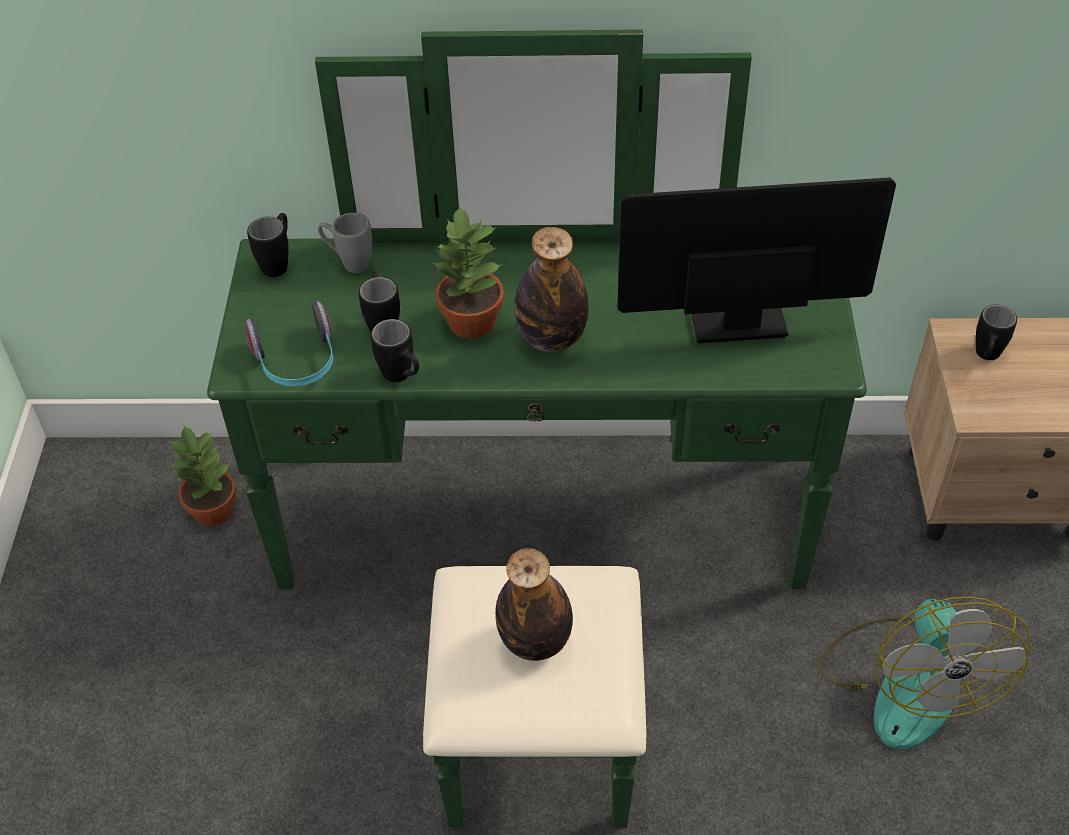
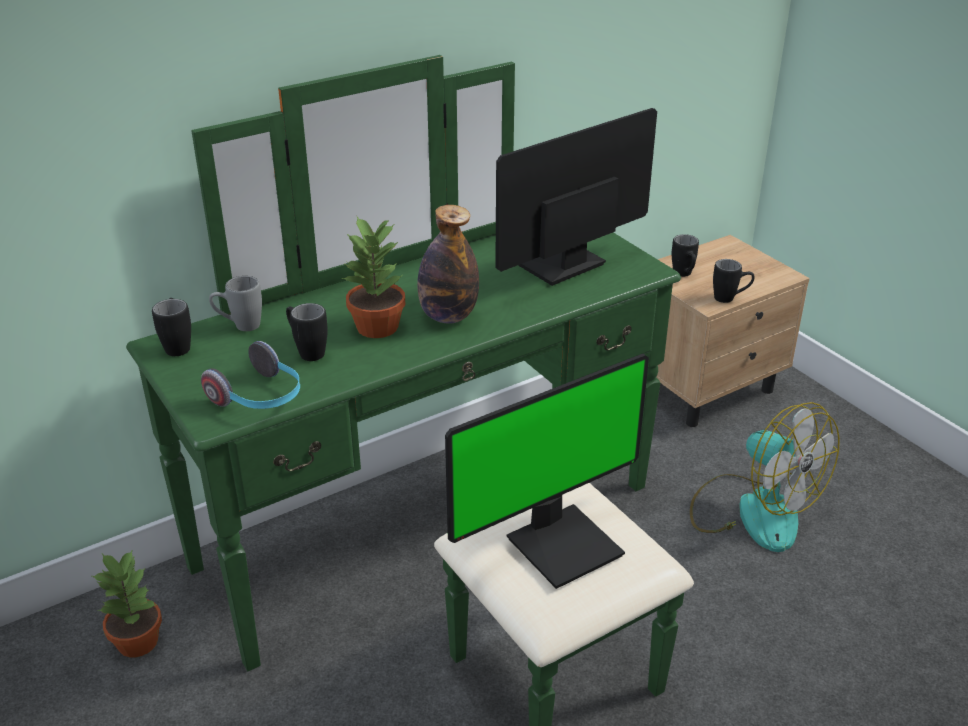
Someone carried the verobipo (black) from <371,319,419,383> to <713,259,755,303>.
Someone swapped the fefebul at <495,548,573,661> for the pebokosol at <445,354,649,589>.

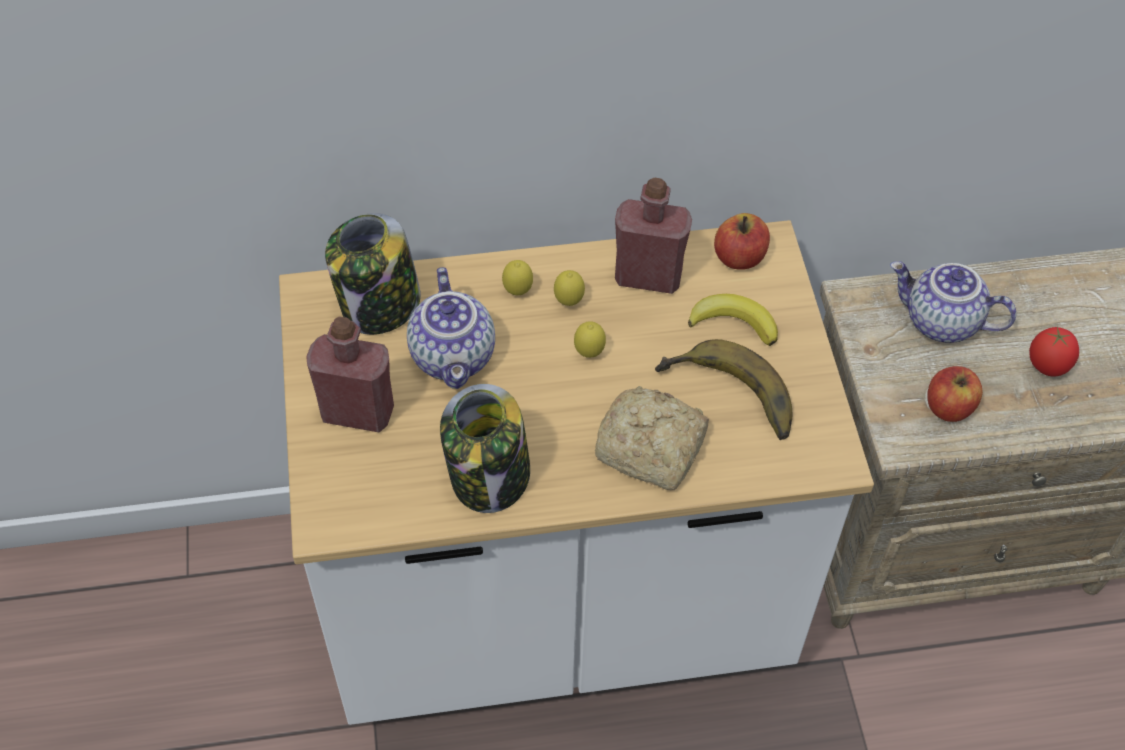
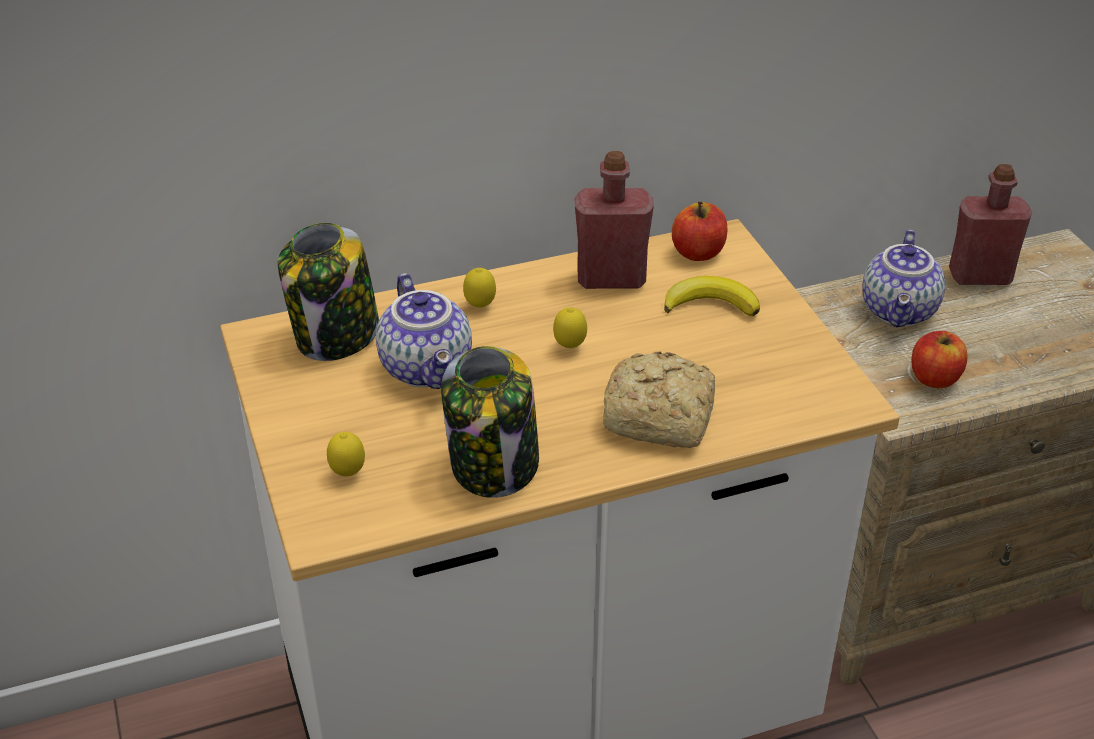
Someone rotated the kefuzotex at <890,261,1016,343> by 90 degrees counterclockwise.
Someone carried the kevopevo from <554,270,585,306> to <327,432,365,476>.
Someone carried the fefebul (red) from <306,316,394,432> to <949,164,1032,285>.
Someone took away the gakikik at <1029,327,1079,377>.
Someone took away the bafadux at <655,339,792,440>.

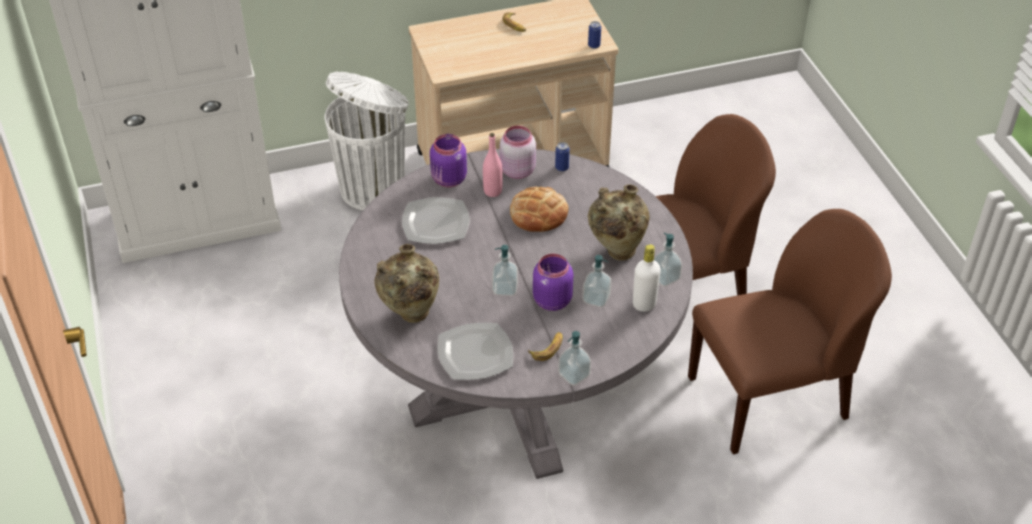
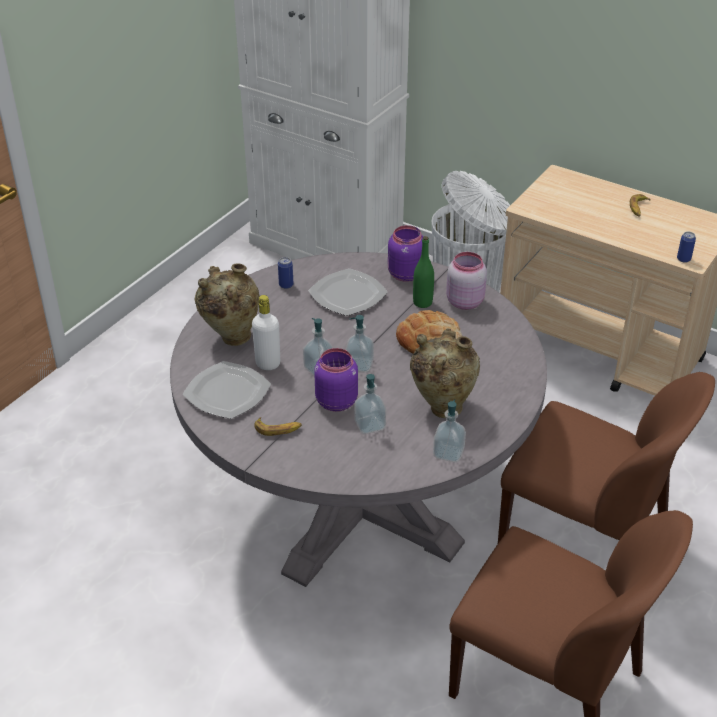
Someone repainted the fefebul (pink) at <483,133,502,197>, which became the fefebul (green) at <413,236,434,308>.
Someone carried the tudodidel from <555,142,570,172> to <278,257,293,289>.
Someone carried the fefebul (white) from <633,244,661,312> to <252,295,280,370>.
Someone carried the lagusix from <558,331,591,386> to <346,315,374,372>.

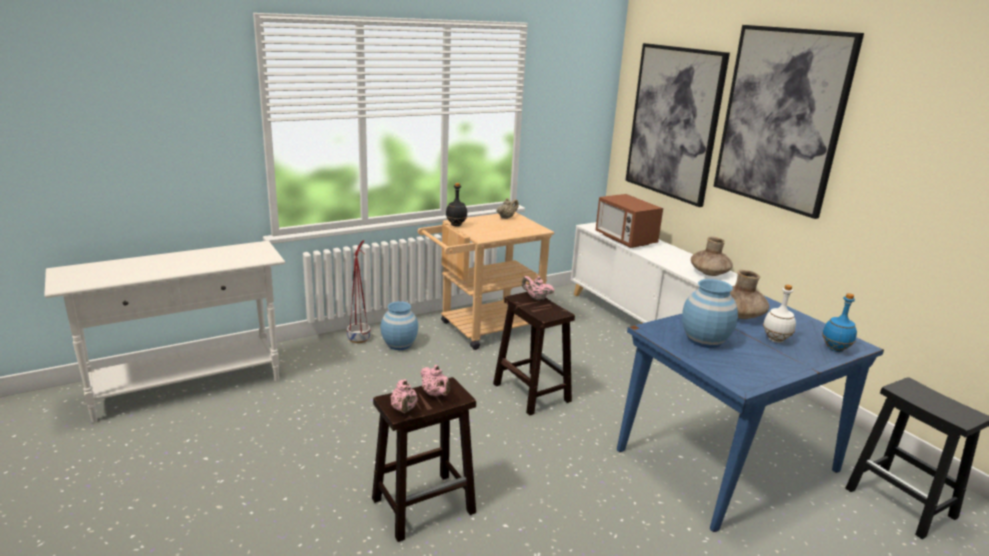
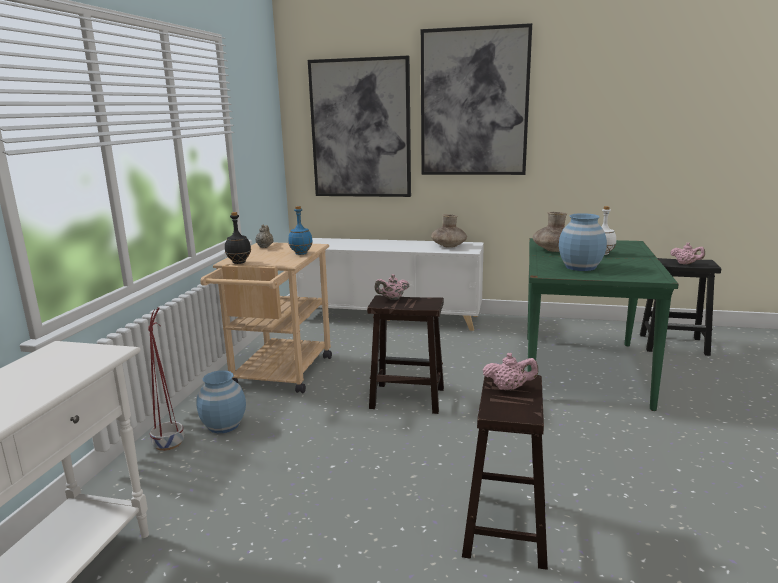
Someone took away the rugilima at <596,194,663,248>.
Someone carried the fefebul (blue) from <822,293,857,352> to <288,206,313,255>.
Someone repainted the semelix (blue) at <617,295,884,532>, which became the semelix (green) at <527,238,679,411>.
Someone carried the kefuzotex (pink) from <391,379,418,413> to <670,243,705,264>.

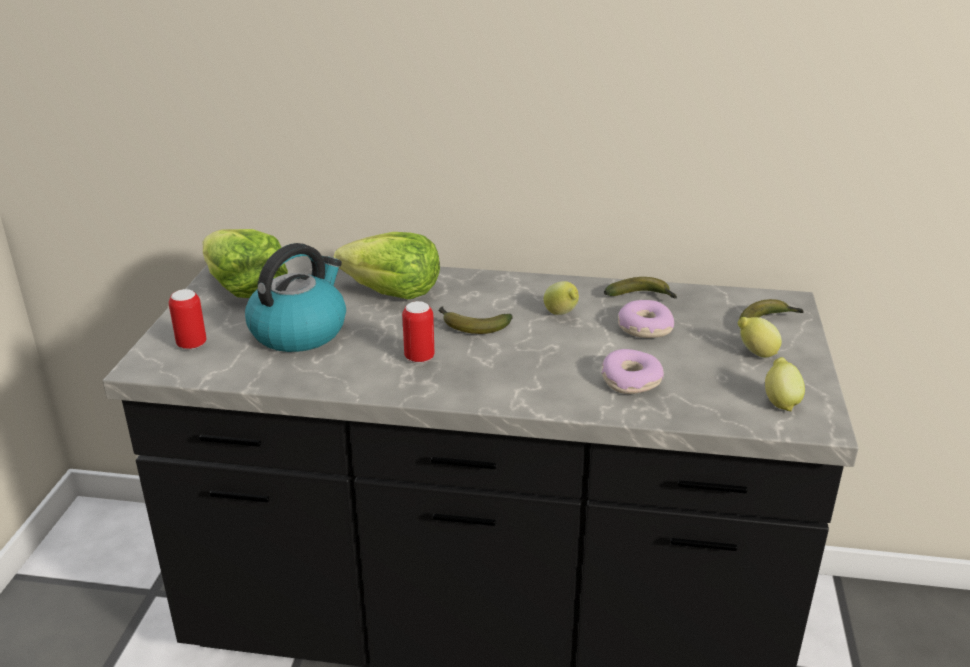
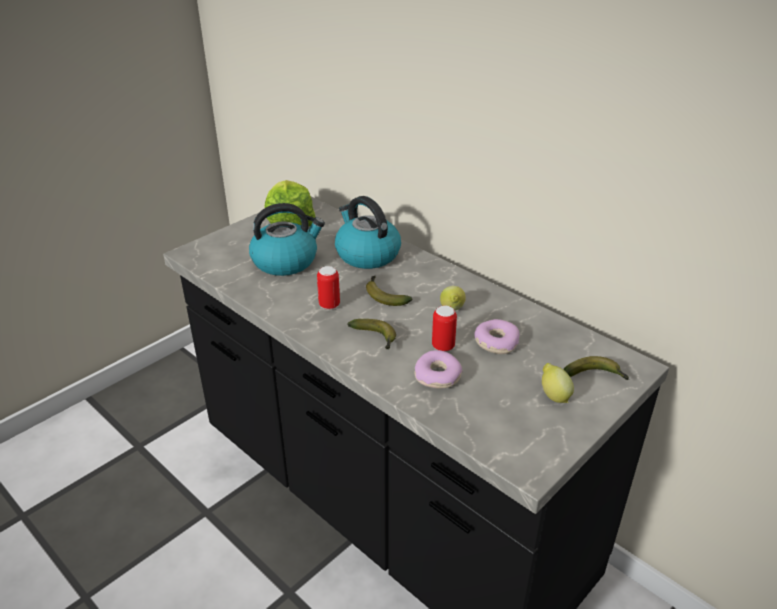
Someone swapped the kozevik at <333,232,440,299> for the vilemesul at <335,196,401,269>.
Someone carried the bafadux from <604,277,677,298> to <347,319,396,350>.
Someone carried the tudodidel from <169,289,206,350> to <432,306,457,352>.
Someone took away the kevopevo at <765,357,805,412>.

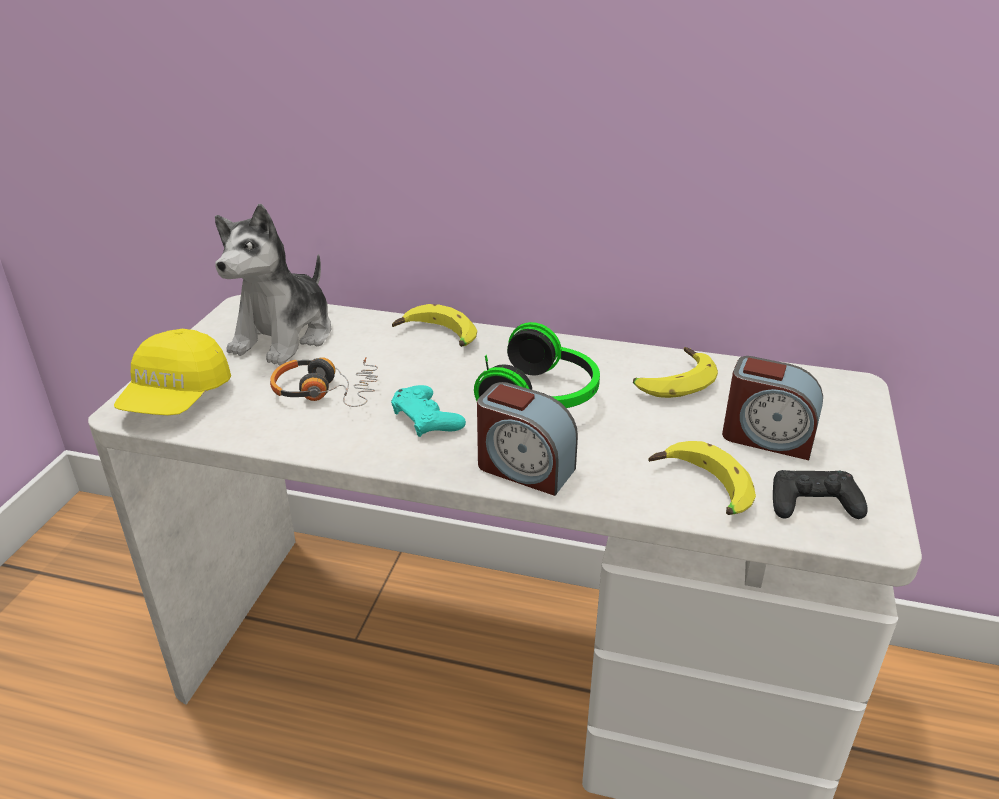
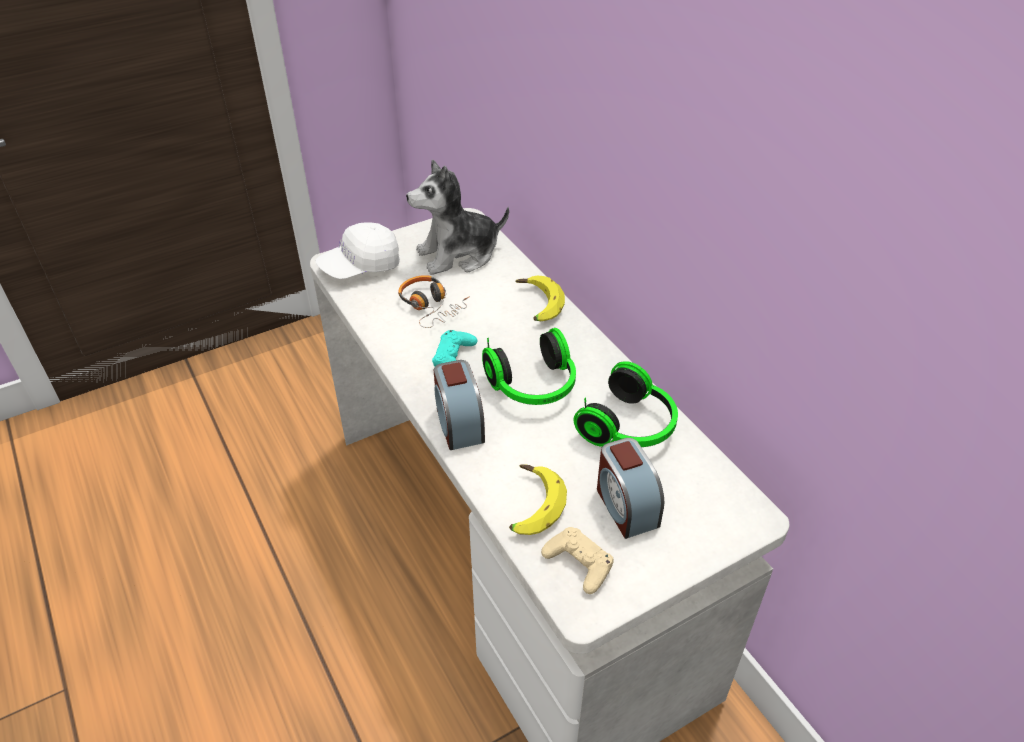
Someone repainted the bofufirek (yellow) at <114,329,231,415>, which became the bofufirek (white) at <316,222,400,279>.
Someone swapped the bafadux at <633,347,718,398> for the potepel at <574,361,678,447>.
Someone repainted the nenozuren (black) at <773,470,868,519>, which became the nenozuren (beige) at <541,527,614,594>.

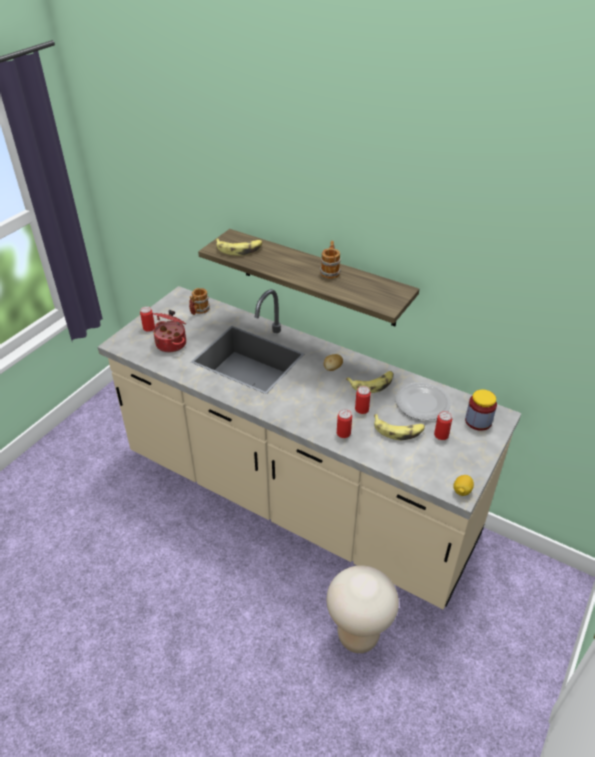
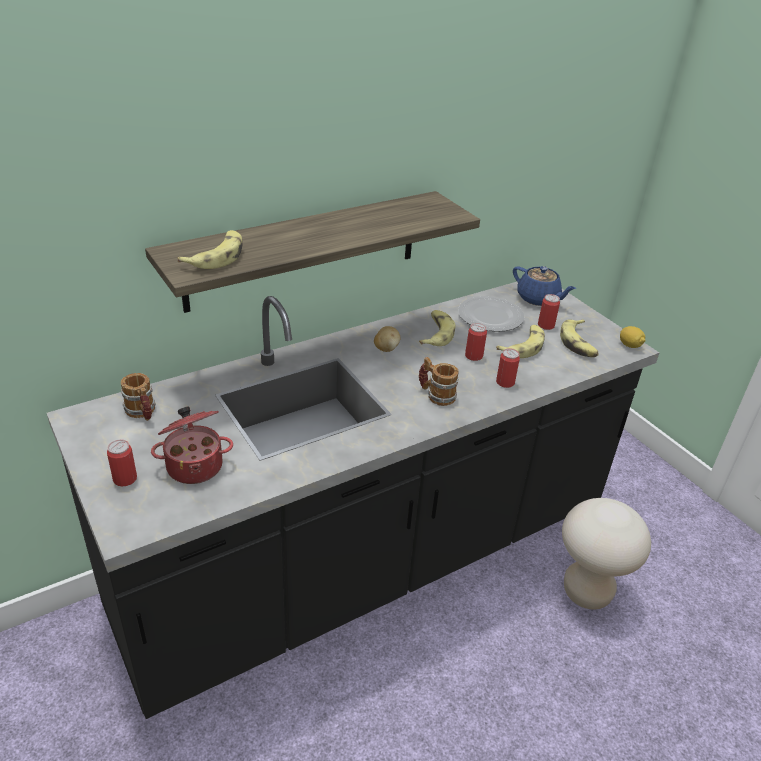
Someone carried the verobipo from <320,241,341,279> to <418,357,459,406>.
Someone repainted the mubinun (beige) at <98,286,521,609>, which became the mubinun (black) at <47,282,659,719>.
Someone swapped the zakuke at <465,390,497,431> for the kefuzotex (blue) at <513,266,576,306>.
Someone put down the bafadux at <560,319,599,357>.

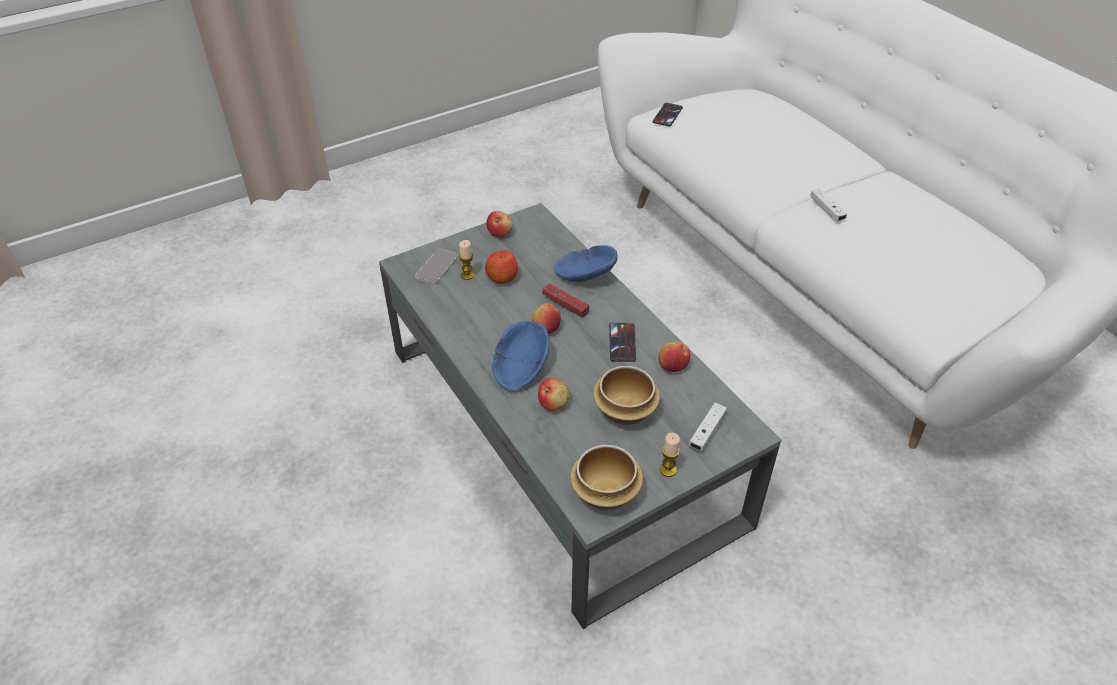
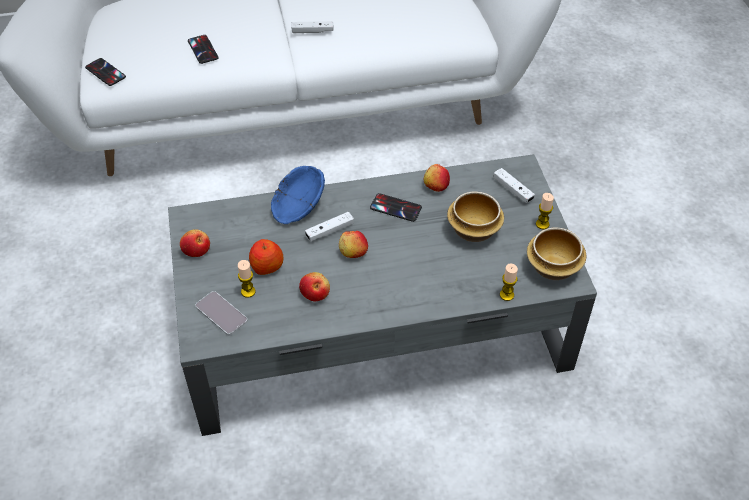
Someone repainted the nenozuren (red) at <542,284,589,317>, which became the nenozuren (white) at <305,212,354,241>.
Someone took away the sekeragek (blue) at <492,321,550,391>.
Someone carried the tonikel from <538,378,570,411> to <299,272,330,301>.
Someone put down the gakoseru at <188,35,219,64>.
Someone put down the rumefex at <500,263,518,301>.

